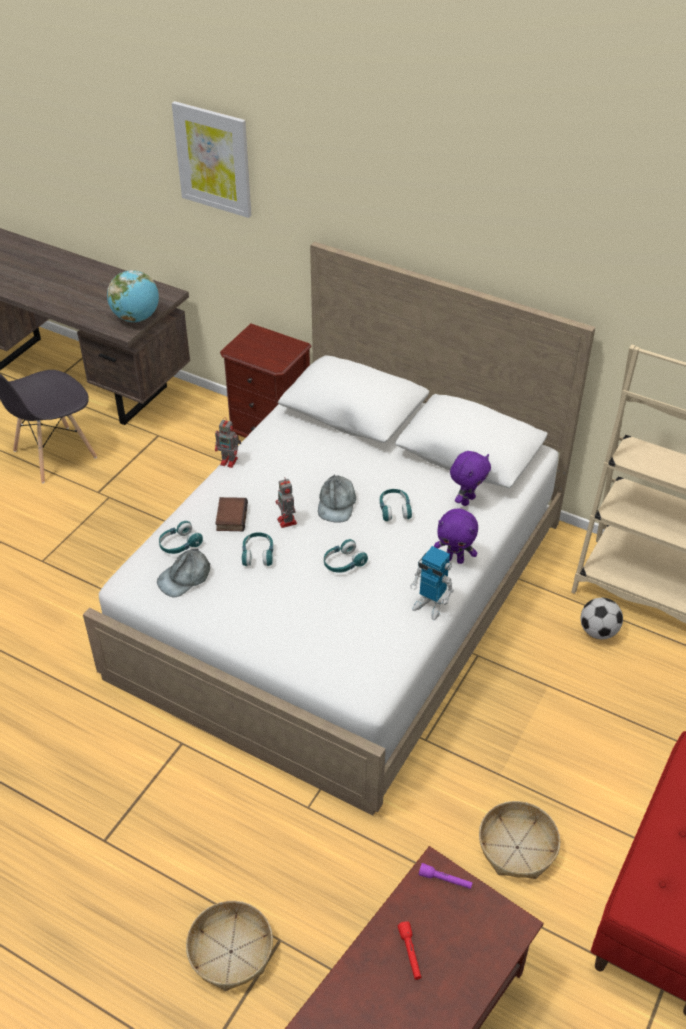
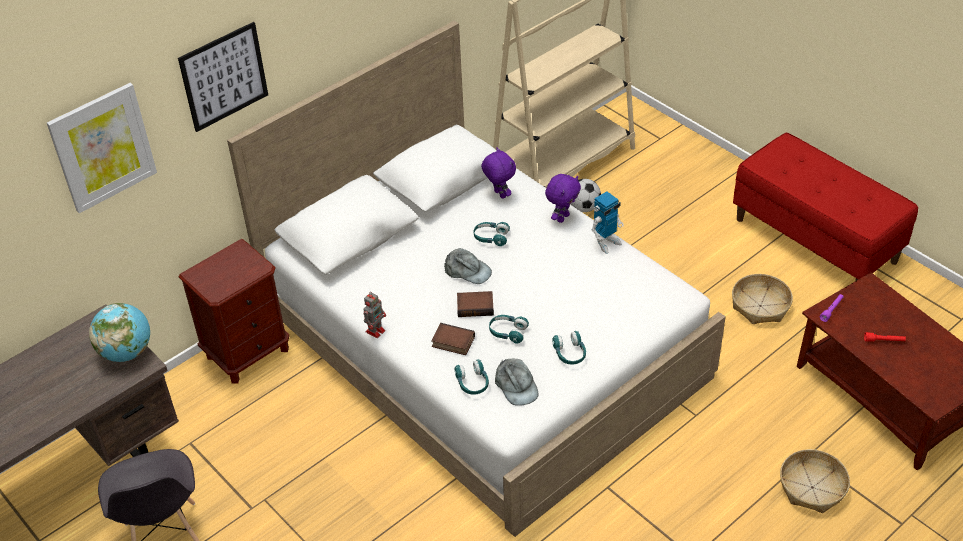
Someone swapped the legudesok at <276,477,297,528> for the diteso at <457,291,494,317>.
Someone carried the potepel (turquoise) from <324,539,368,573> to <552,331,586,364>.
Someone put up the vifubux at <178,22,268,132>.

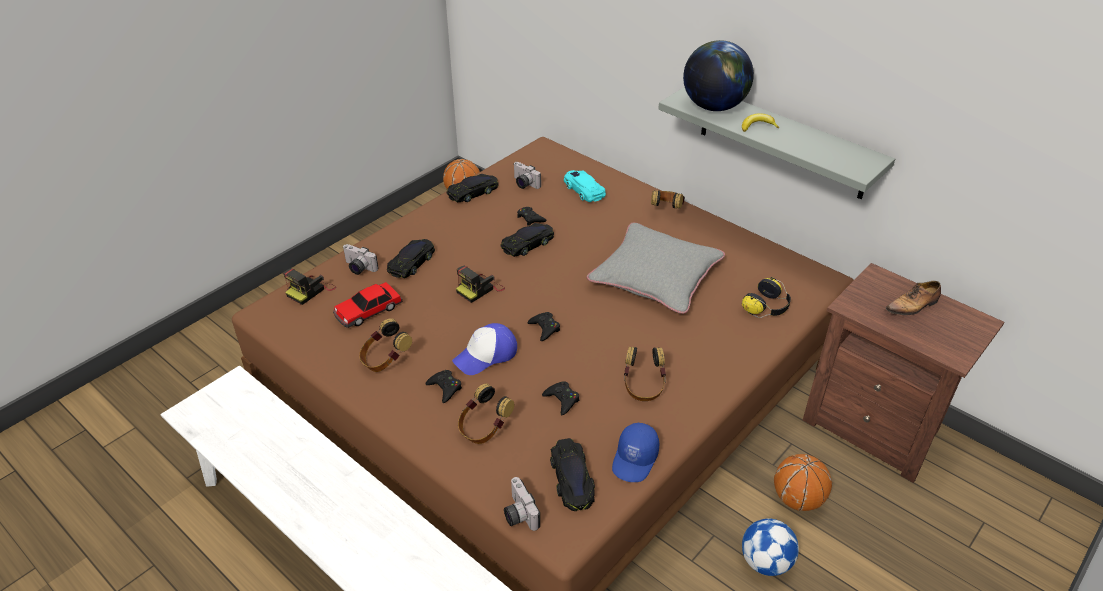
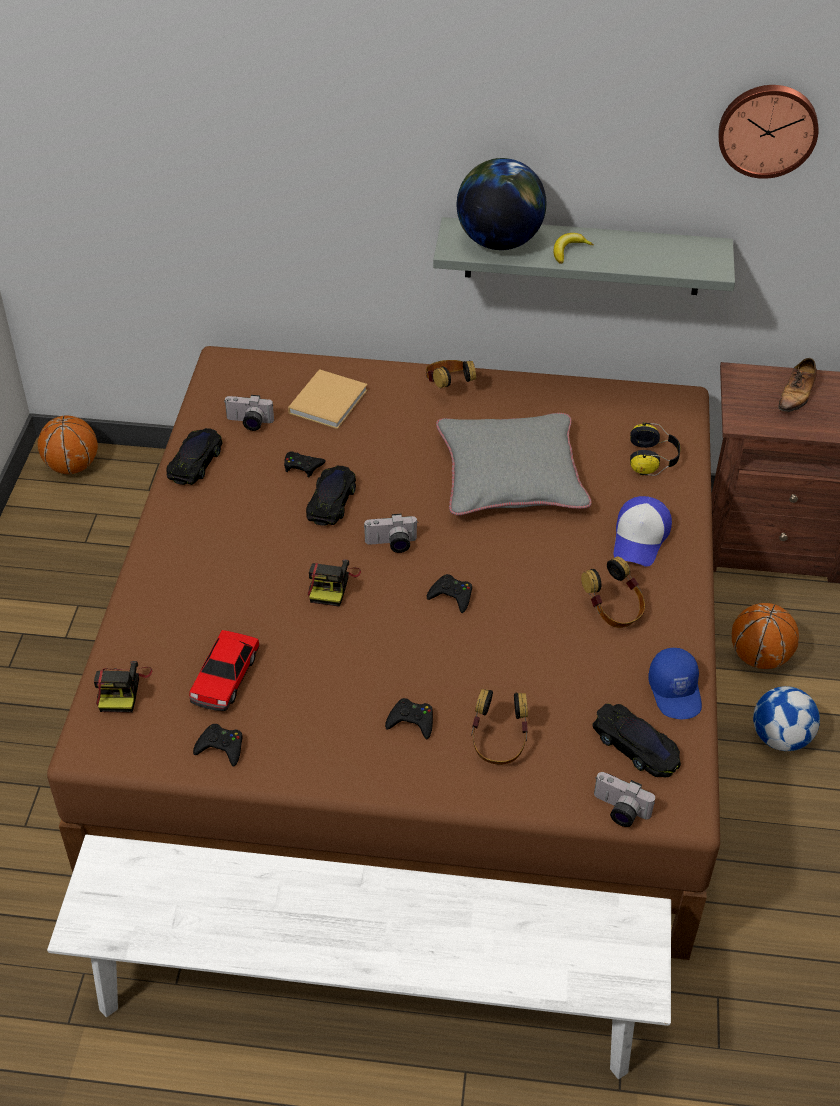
Someone swapped the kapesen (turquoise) at <564,170,606,202> for the diteso (beige) at <288,369,368,429>.
Someone took away the kapesen (black) at <387,239,435,278>.
Someone carried the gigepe from <343,244,379,275> to <364,514,417,553>.
Someone took away the potepel at <359,318,412,372>.
Someone carried the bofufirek from <452,323,517,375> to <614,496,672,567>.
Someone carried the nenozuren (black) from <542,381,579,415> to <193,724,243,767>.
Someone put up the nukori at <718,85,819,179>.

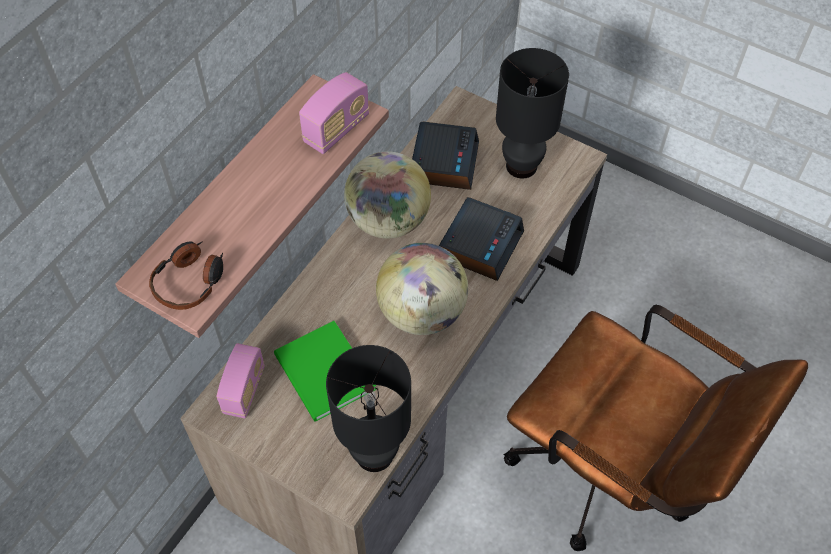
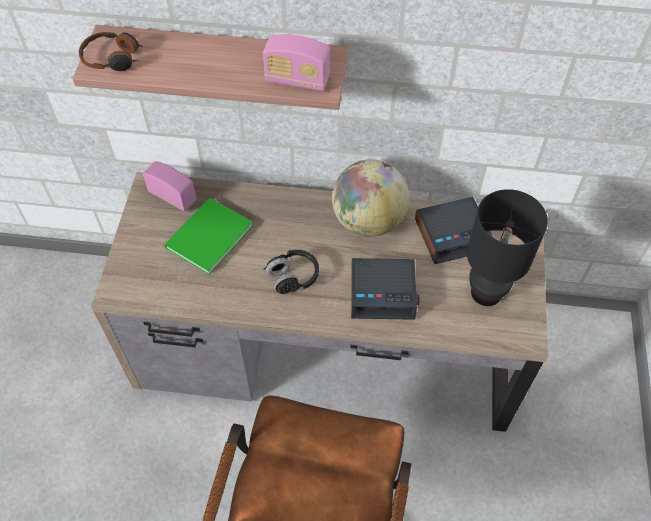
Someone swapped the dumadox at <376,243,468,335> for the potepel (black) at <263,250,319,294>.
Someone rotated the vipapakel at <216,343,265,418> by 135 degrees counterclockwise.
Someone took away the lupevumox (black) at <326,345,411,472>.

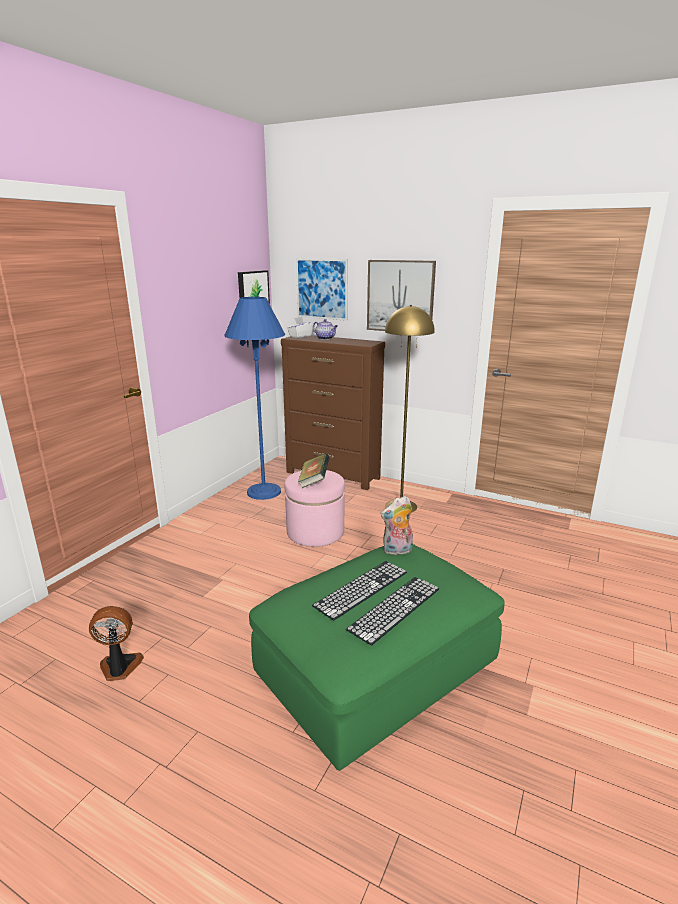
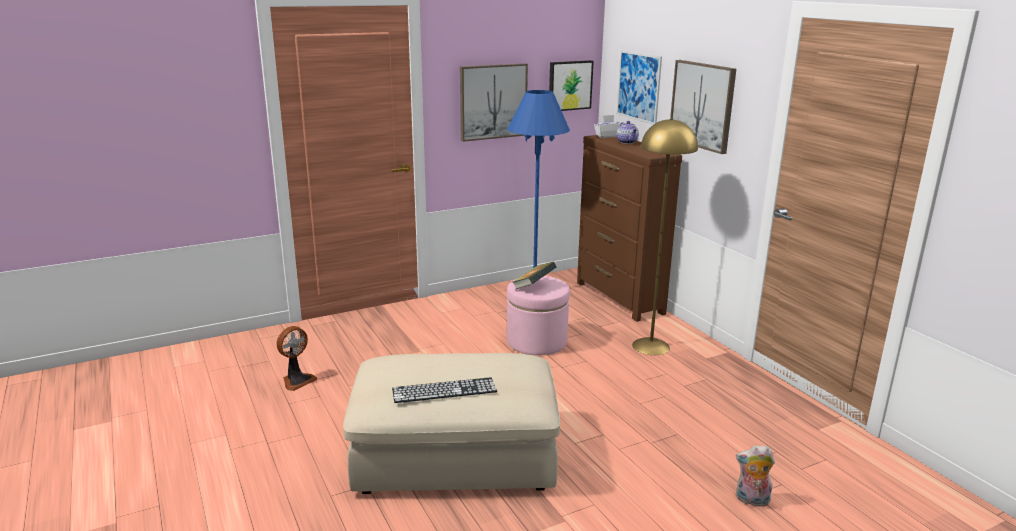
Someone carried the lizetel from <380,496,413,555> to <736,445,775,507>.
Someone repainted the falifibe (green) at <249,544,505,771>, which became the falifibe (beige) at <343,353,560,494>.
Someone took away the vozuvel at <312,561,407,621>.
Someone rotated the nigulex at <89,606,144,681> by 105 degrees clockwise.
Someone put up the vifubux at <460,63,528,142>.

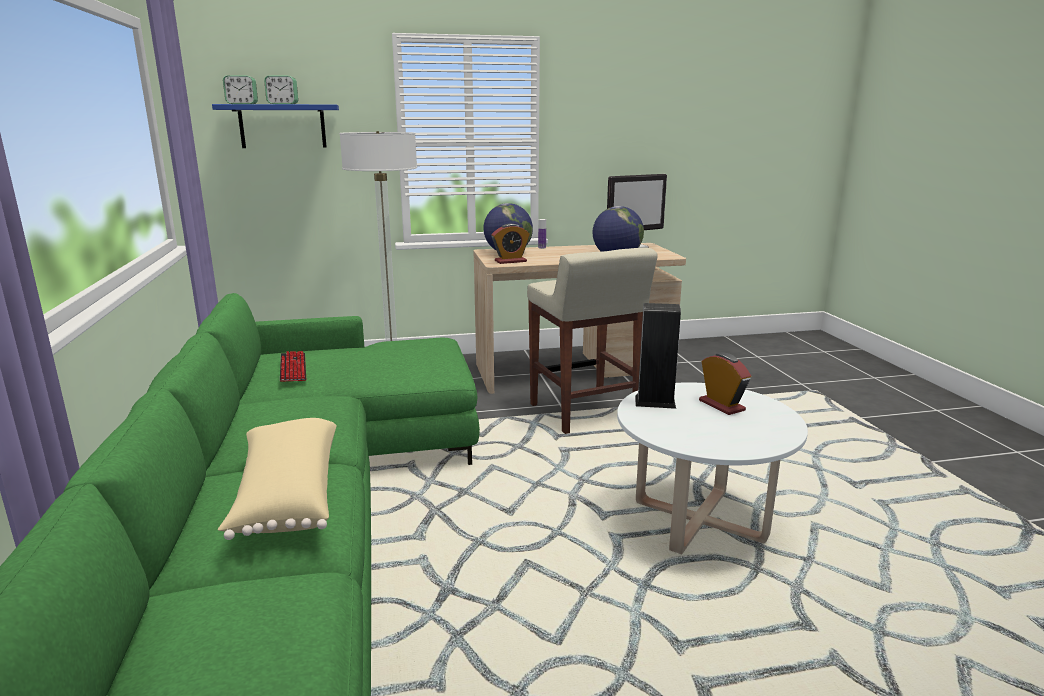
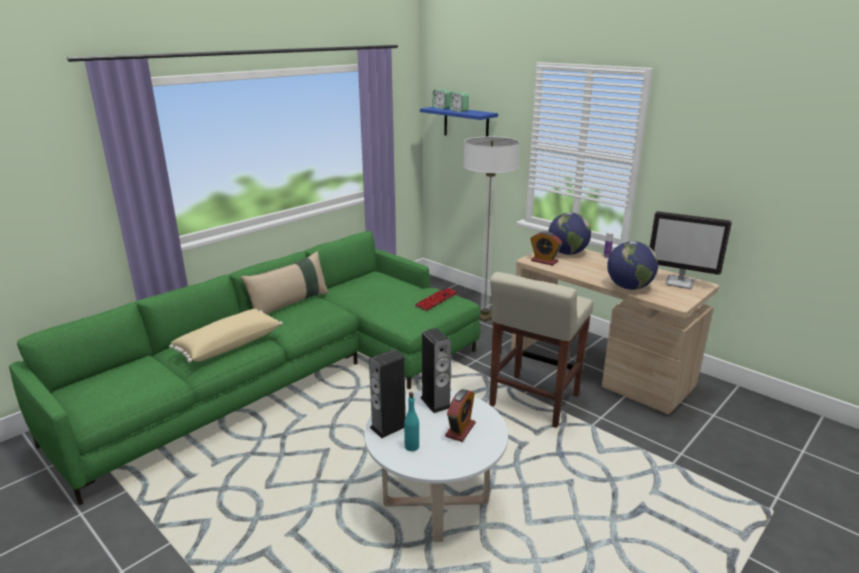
Someone carried the vozuvel from <280,351,306,382> to <415,288,457,311>.
Someone put down the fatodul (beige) at <241,251,329,314>.
Someone put down the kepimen at <369,349,406,438>.
Someone put down the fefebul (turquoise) at <404,392,419,451>.

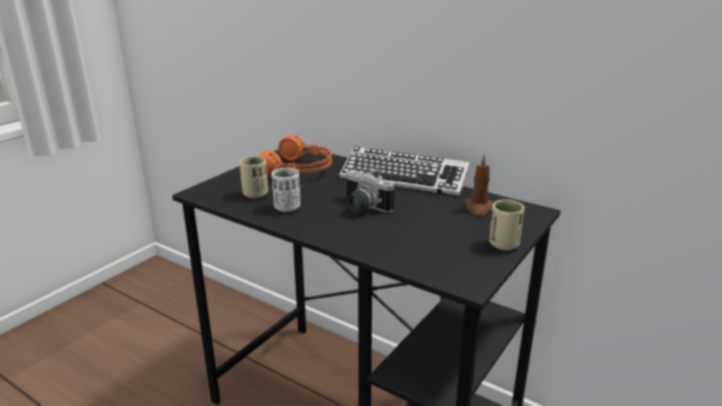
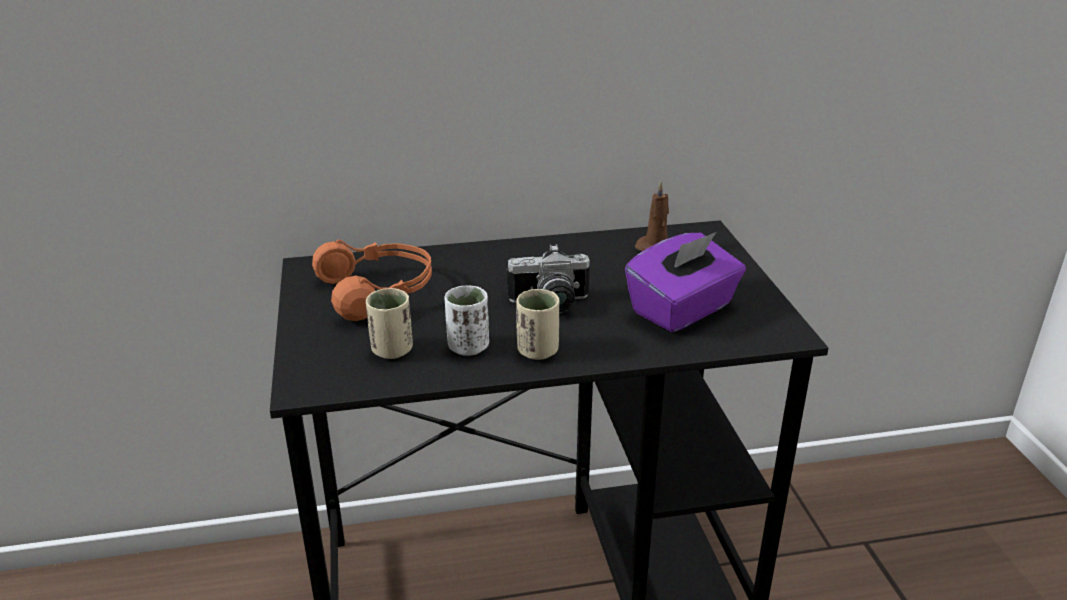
Someone took away the vozuvel at <339,147,470,196>.
Someone carried the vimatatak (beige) from <489,199,525,250> to <516,289,559,360>.
Someone put down the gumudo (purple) at <625,232,746,332>.

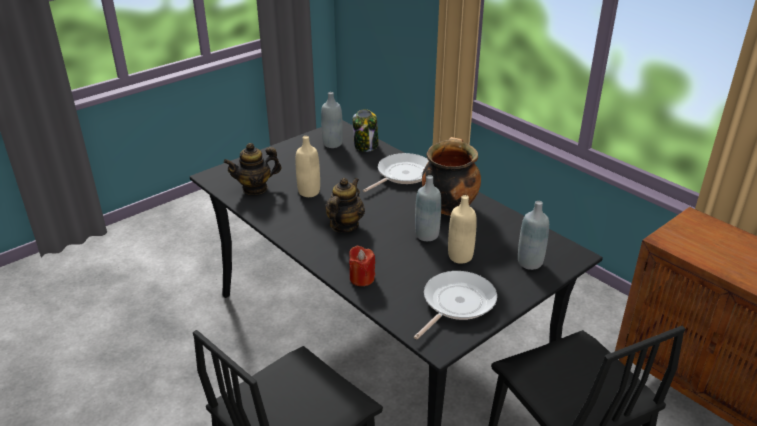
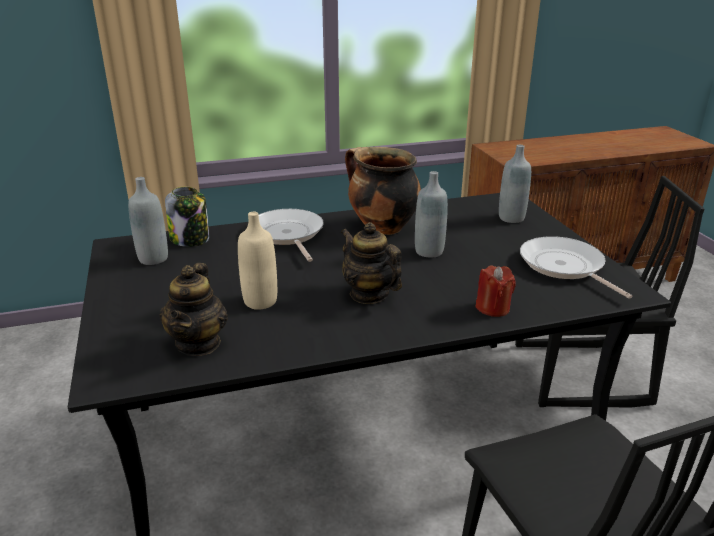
Someone took away the fefebul (beige) at <448,195,477,263>.

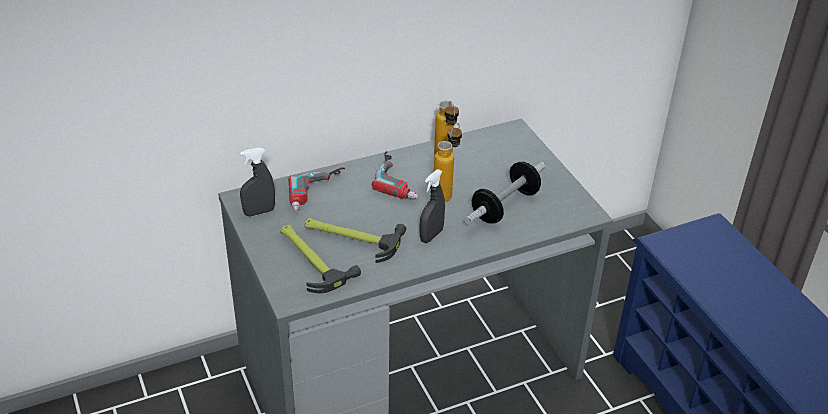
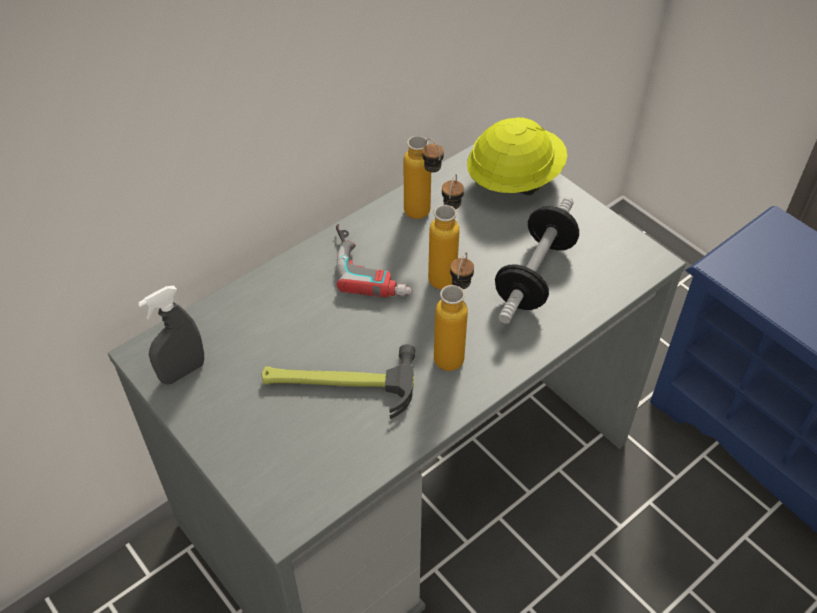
Someone took away the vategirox at <288,167,345,212>.
Someone swapped the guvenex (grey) at <420,169,445,243> for the fefebul at <434,252,474,371>.
Someone took away the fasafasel at <280,225,361,293>.
Someone put down the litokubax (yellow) at <467,117,567,195>.

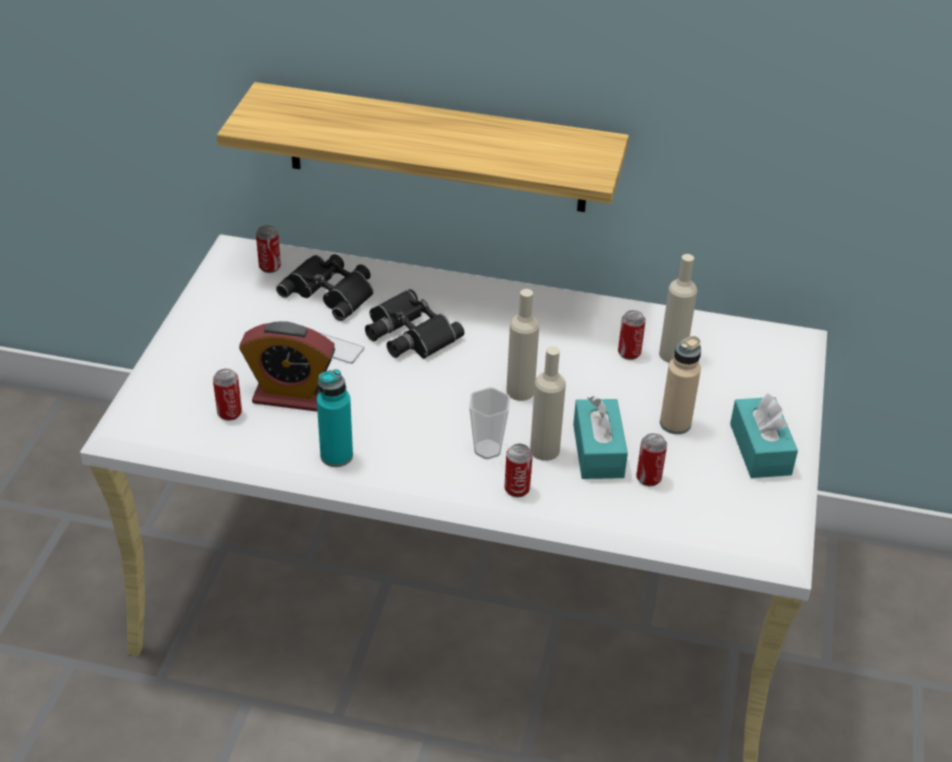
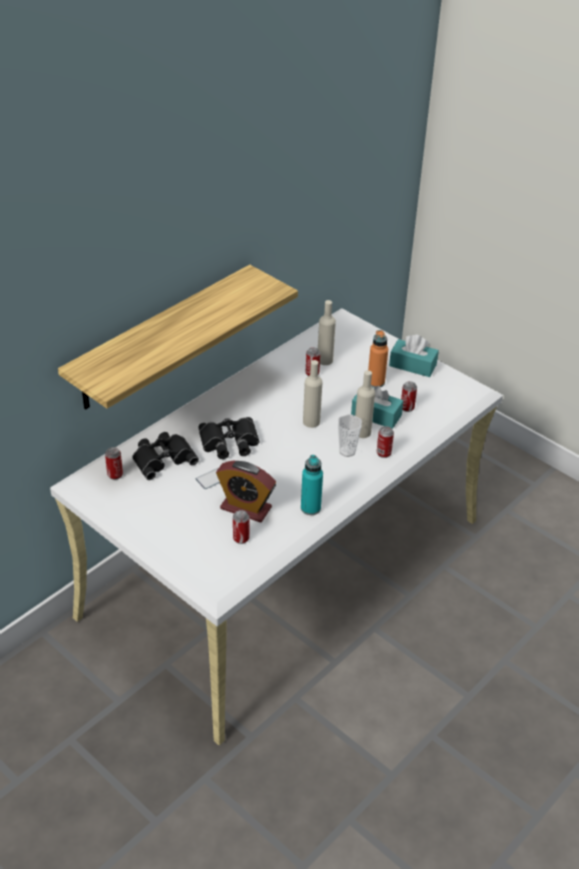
Someone rotated the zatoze at <239,321,335,412> by 75 degrees clockwise.
Someone repainted the fefebul (beige) at <660,336,701,434>, which became the fefebul (orange) at <368,330,388,388>.

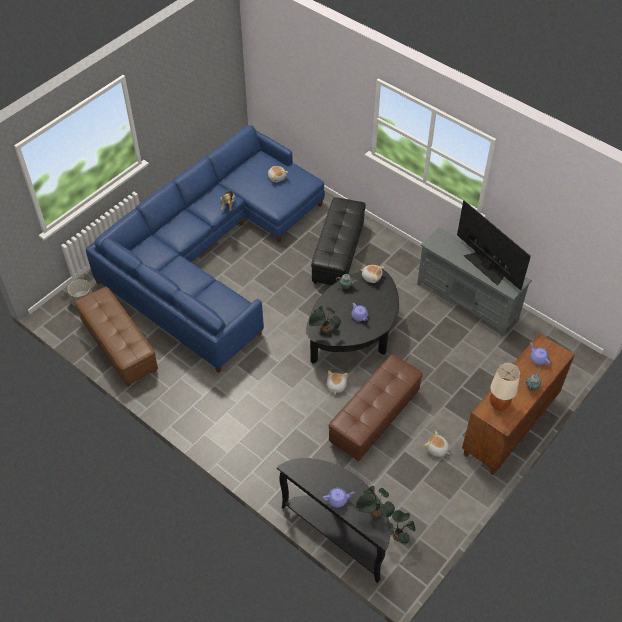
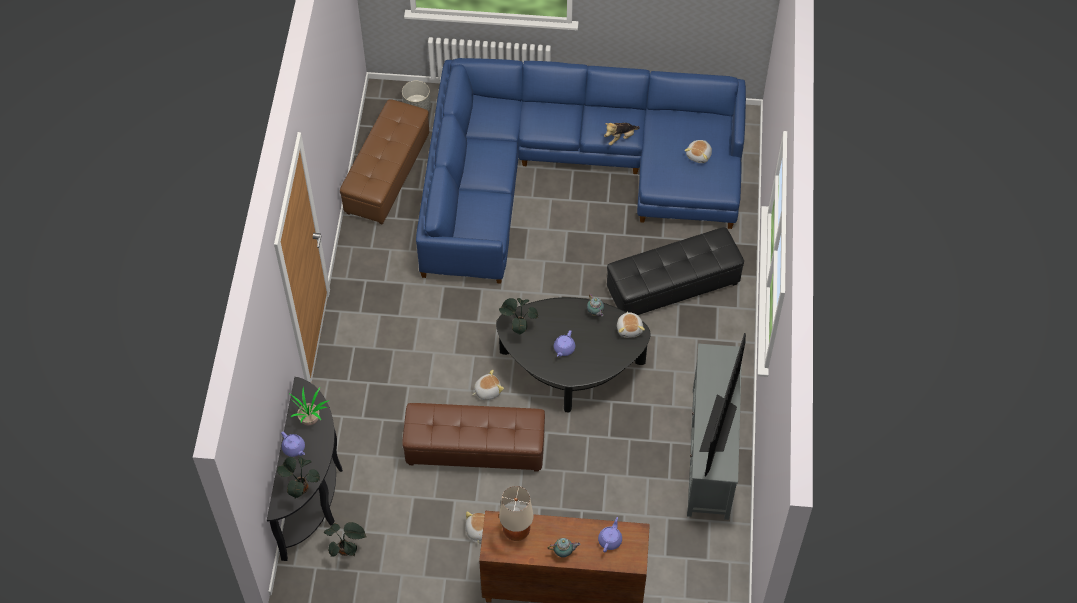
Someone put down the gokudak at <290,387,330,425>.

